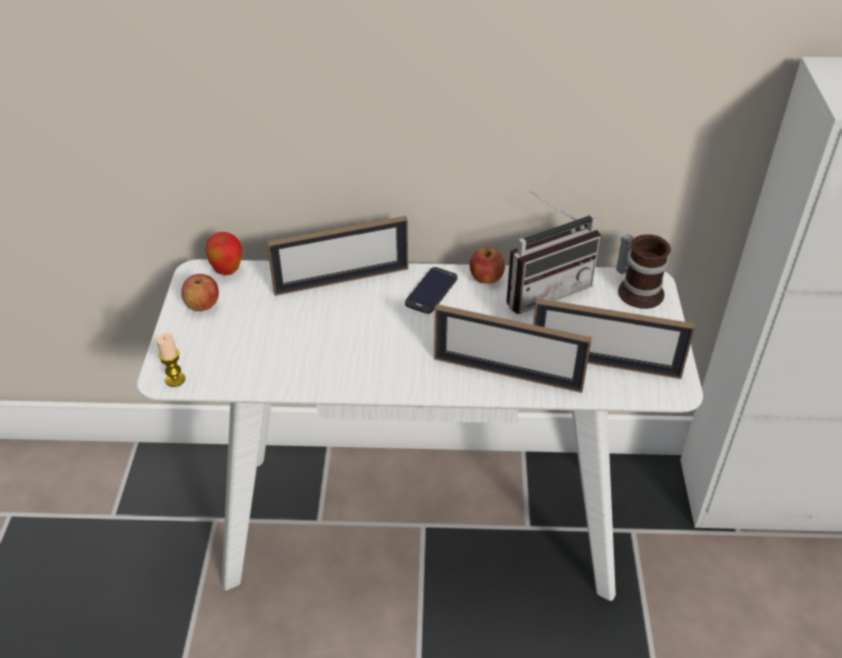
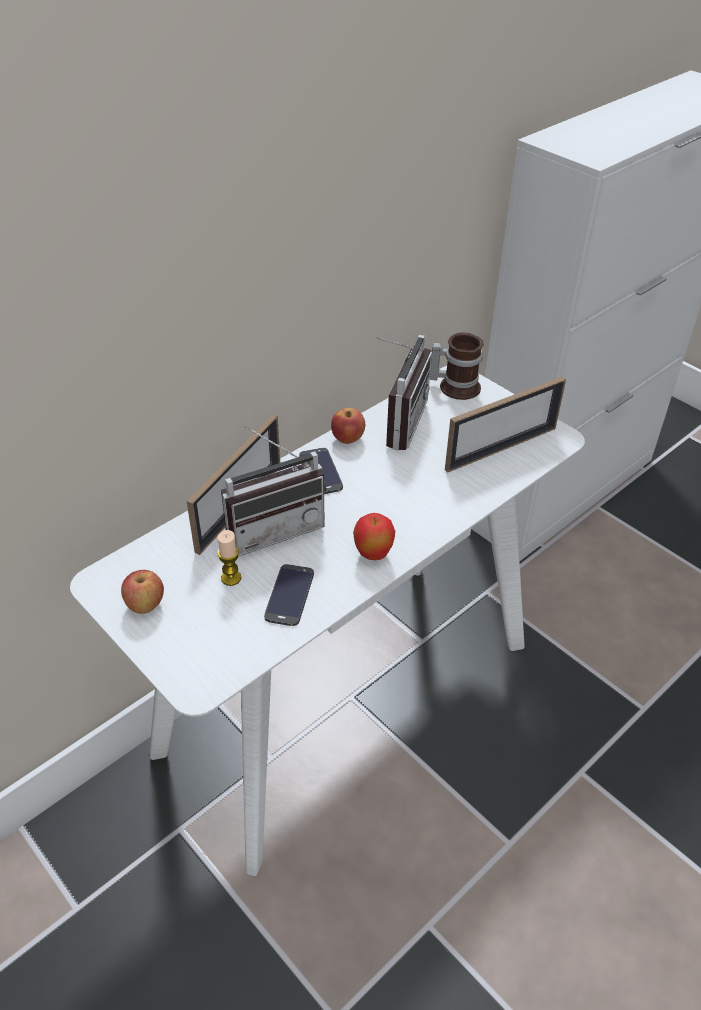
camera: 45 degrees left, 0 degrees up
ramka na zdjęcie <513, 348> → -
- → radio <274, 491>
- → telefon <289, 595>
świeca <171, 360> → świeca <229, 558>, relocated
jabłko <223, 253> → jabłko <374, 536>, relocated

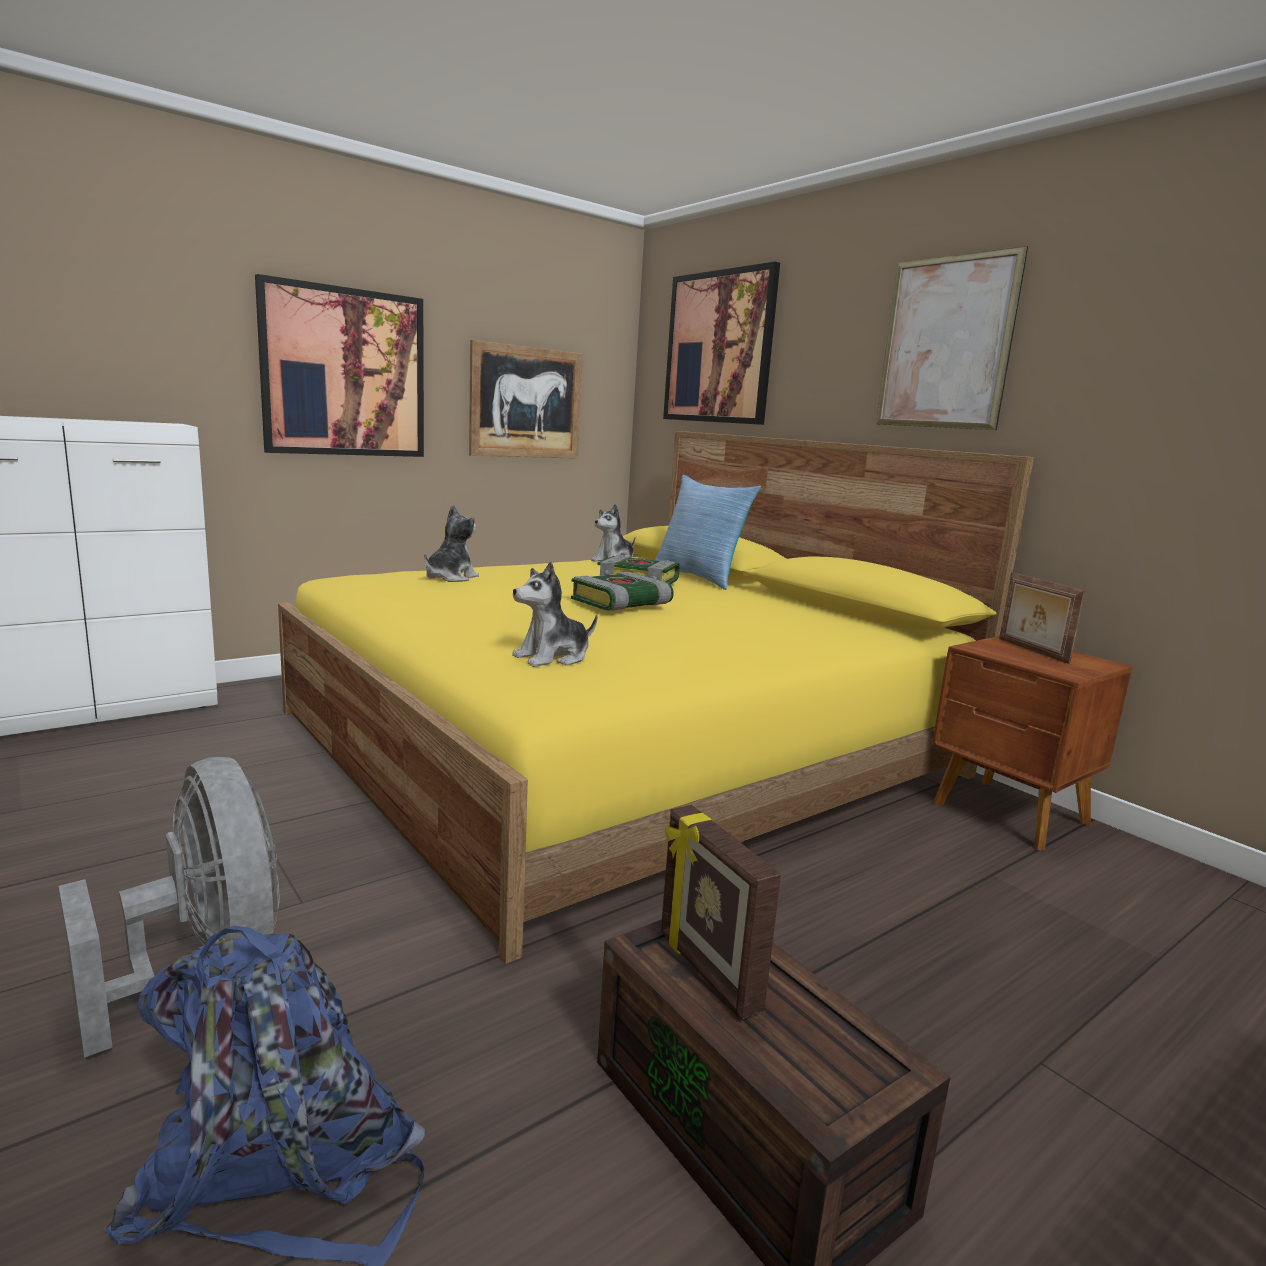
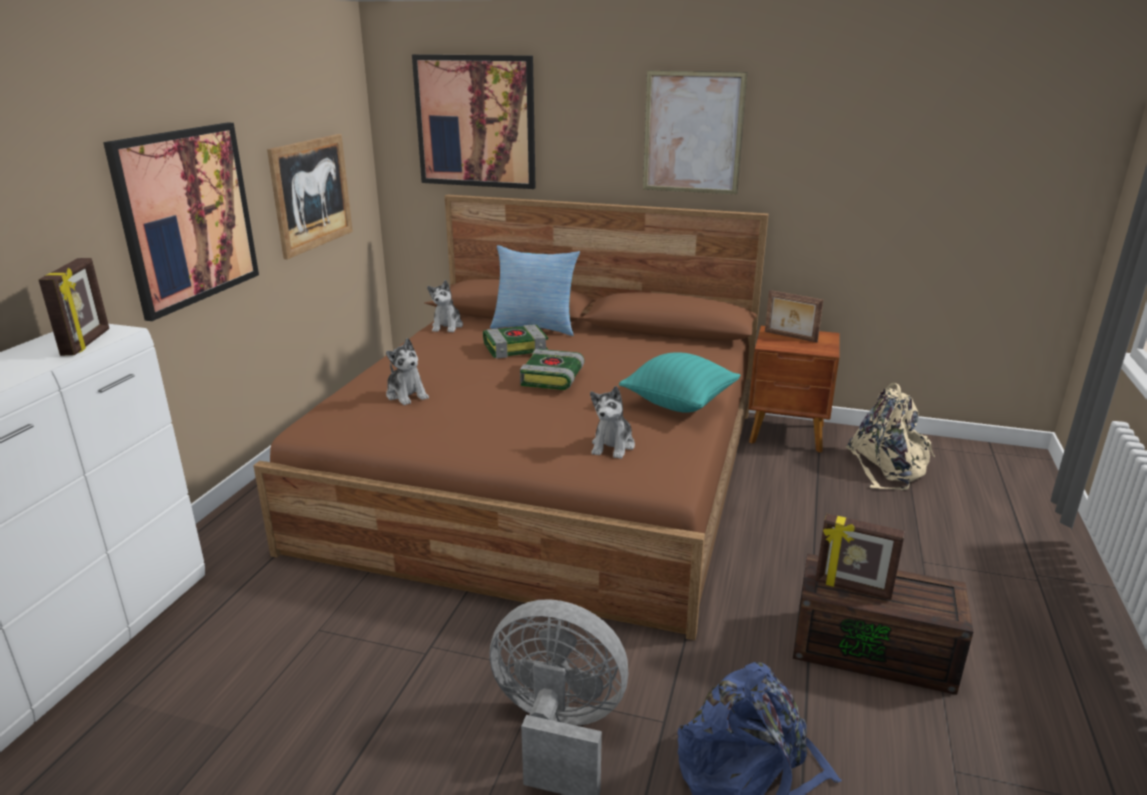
camera: 35 degrees left, 10 degrees up
- → ramka na zdjęcie <74, 307>
- → poduszka [turkusowy] <680, 382>
- → plecak [beżowy] <890, 436>
łóżko [żółty] <656, 697> → łóżko [brązowy] <510, 417>
pluszak <451, 543> → pluszak <407, 371>, 150 degrees clockwise

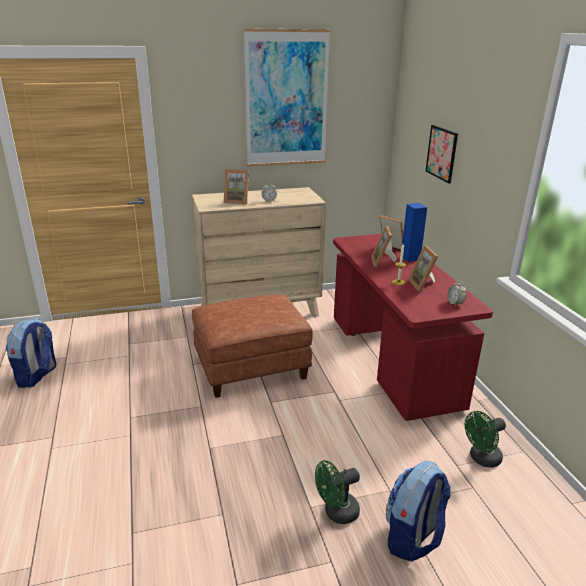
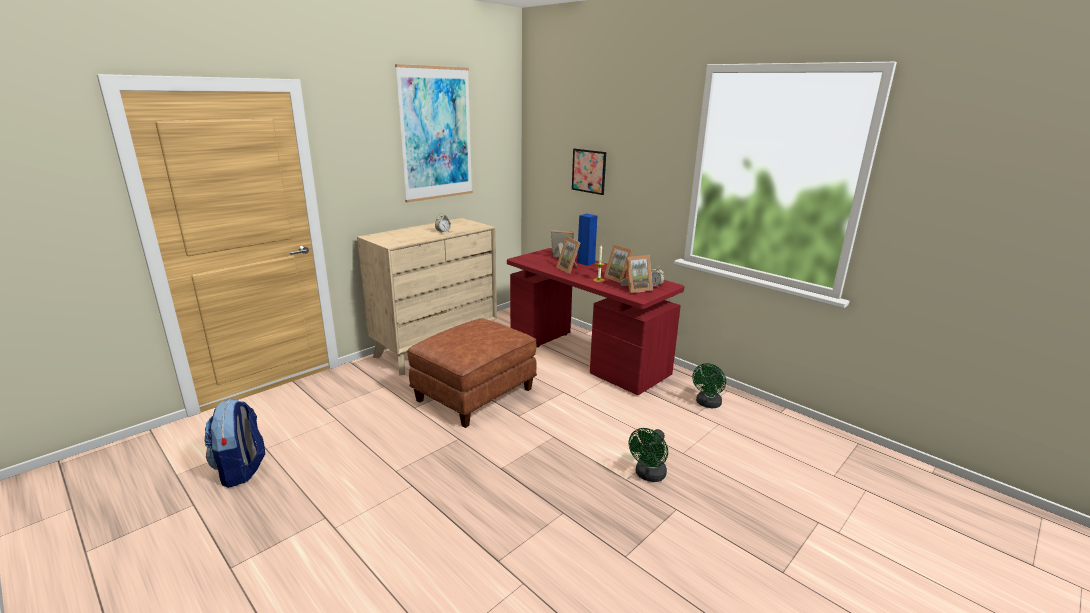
camera: 30 degrees left, 5 degrees down
plecak <418, 510> → -
ramka na zdjęcie <236, 186> → ramka na zdjęcie <636, 274>, relocated

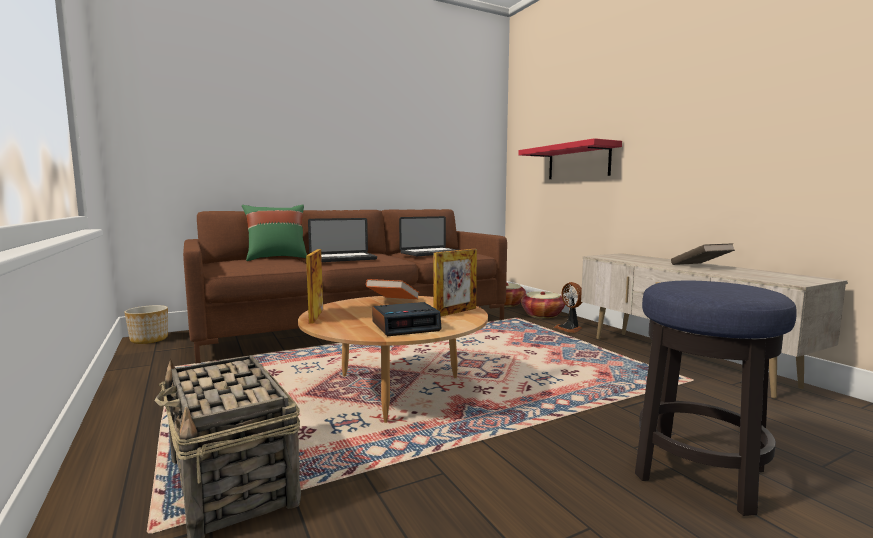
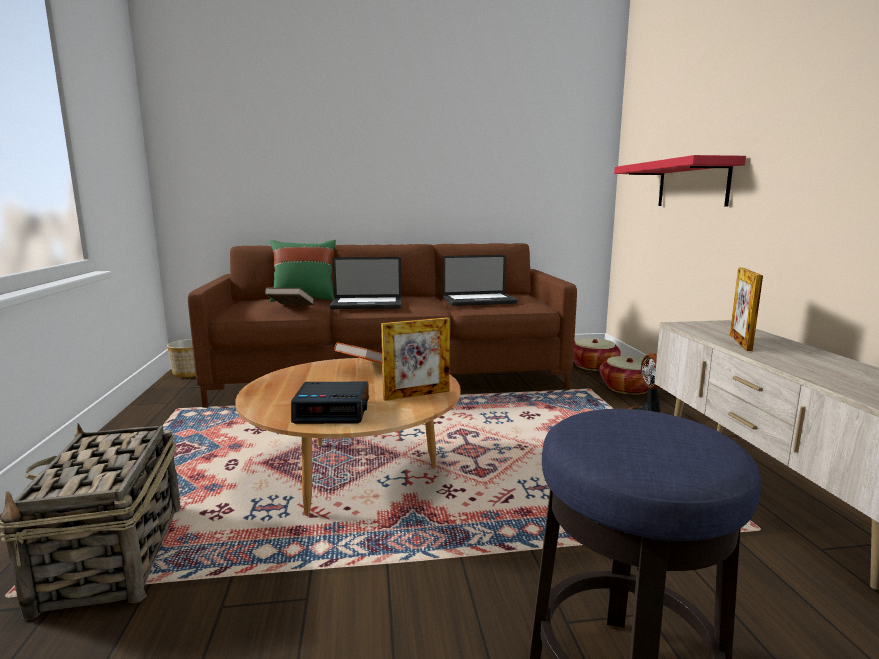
camera: 20 degrees right, 5 degrees up
ramka na zdjęcie <314, 286> → ramka na zdjęcie <746, 309>, relocated
książka [brązowy] <703, 254> → książka [brązowy] <289, 296>, relocated

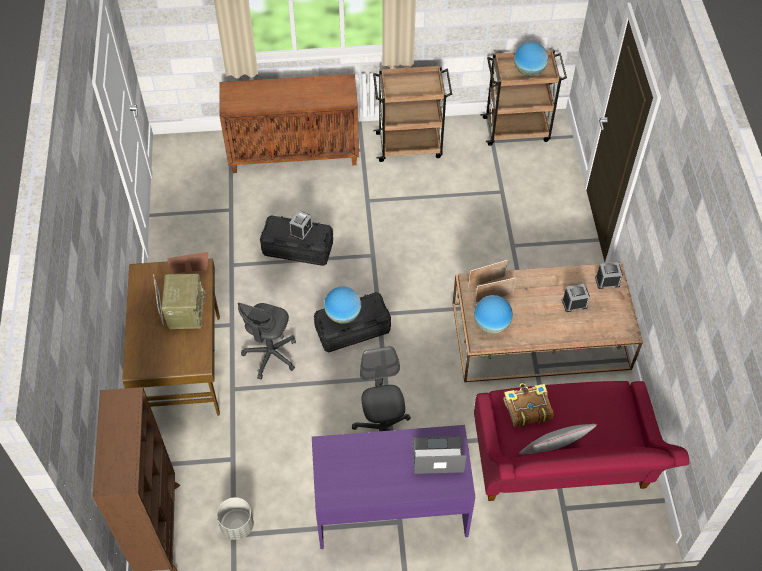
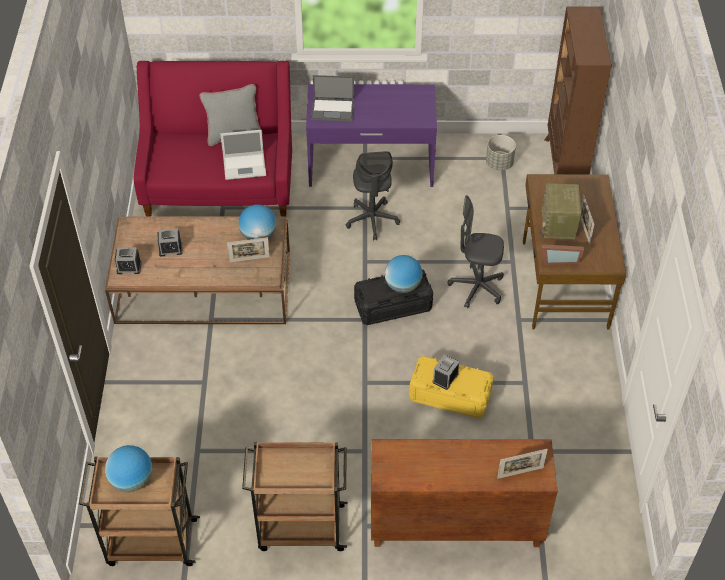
camera: 175 degrees left, 5 degrees down
ramka na zdjęcie <487, 273> → ramka na zdjęcie <523, 464>, relocated
książka <528, 405> → laptop <243, 155>
pojemnik do przechowywania [czarny] <296, 240> → pojemnik do przechowywania [żółty] <451, 387>
krzesło biurowe [szary] <267, 341> → krzesło biurowe [szary] <475, 251>, 105 degrees counterclockwise

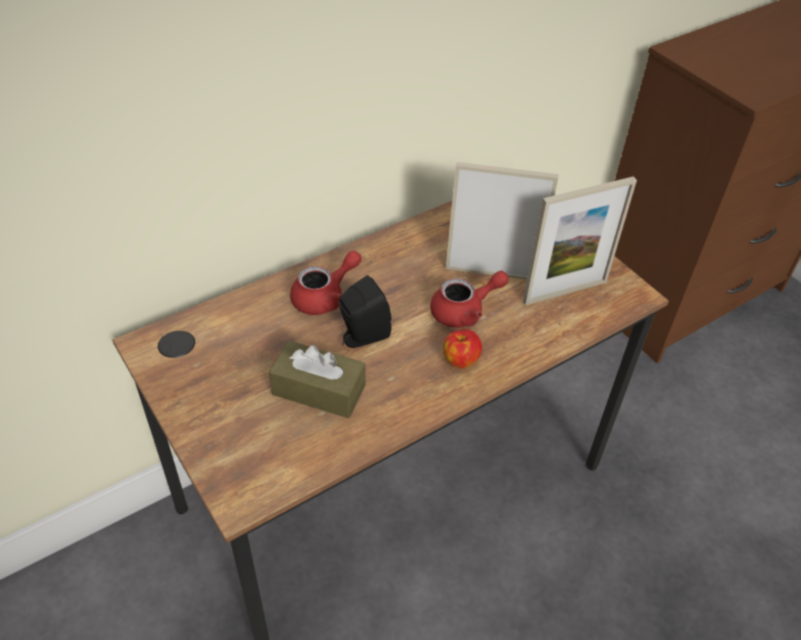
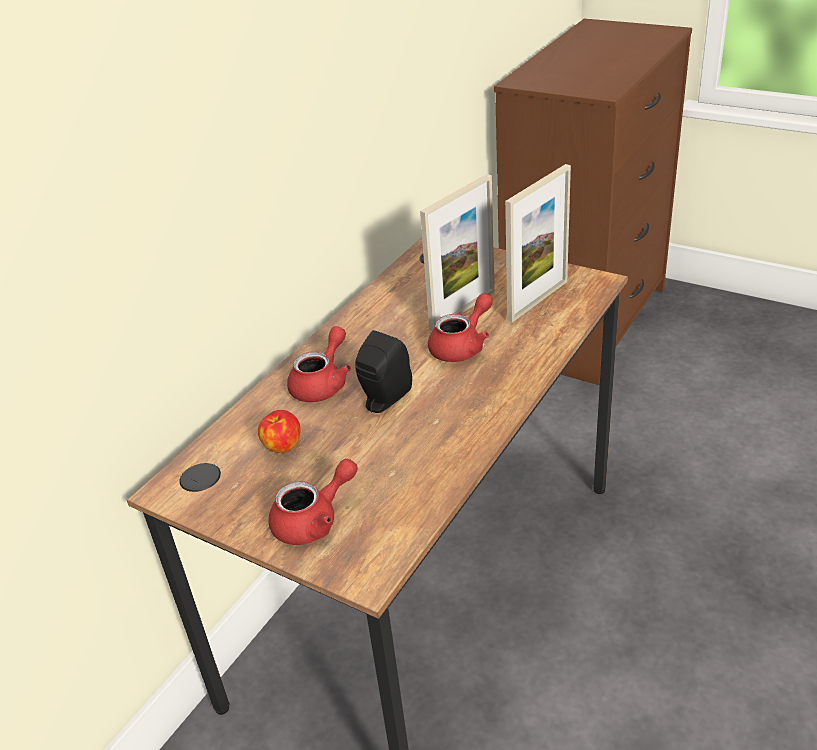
camera: 20 degrees left, 10 degrees down
pudełko chusteczek [brązowy] <317, 379> → -
- → imbryk [czerwony] <313, 502>
jabłko <462, 349> → jabłko <279, 431>, relocated
ramka na zdjęcie <502, 221> → ramka na zdjęcie <457, 252>, 150 degrees clockwise

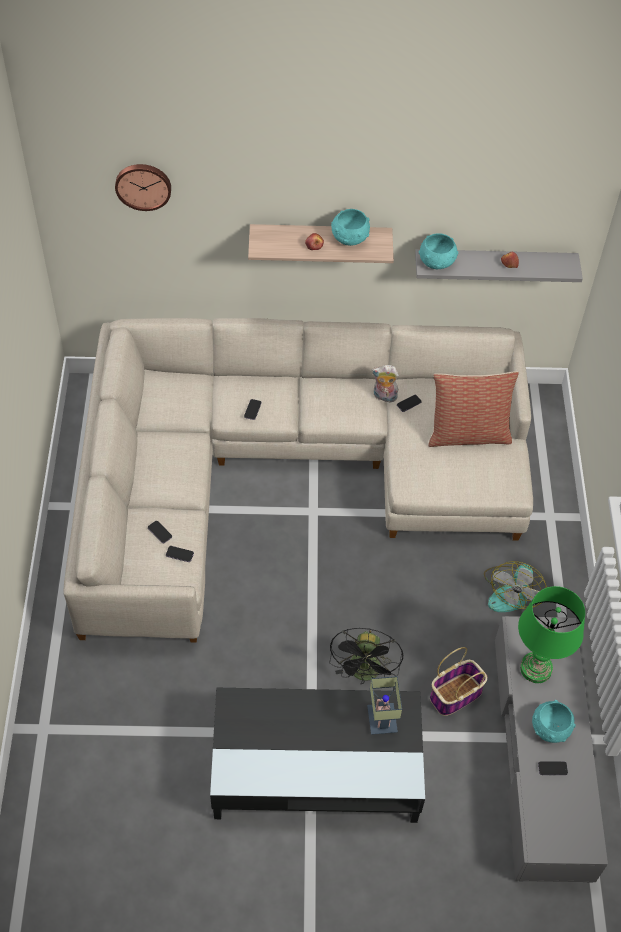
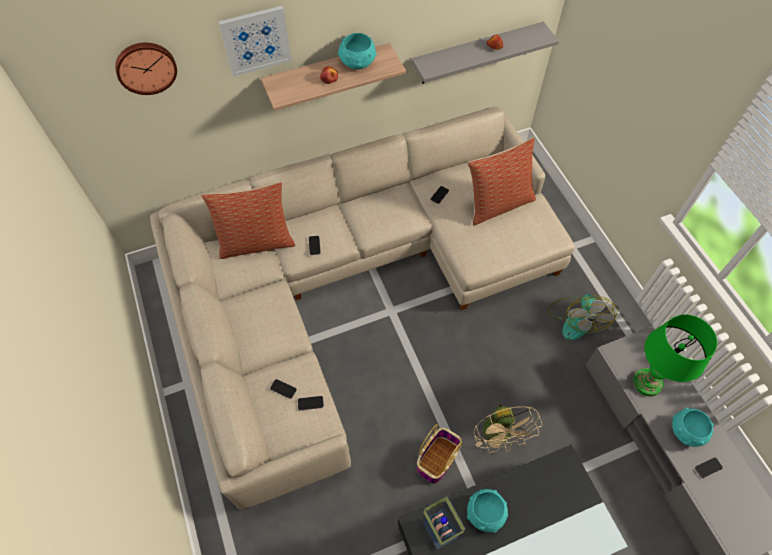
camera: 20 degrees left, 5 degrees up
pluszak <385, 384> → -
- → poduszka <248, 220>
- → obraz <255, 41>
lampa stołowa <384, 705> → lampa stołowa <444, 523>, relocated
miska [turkusowy] <438, 251> → miska [turkusowy] <487, 511>, relocated
koszyk <459, 681> → koszyk <439, 454>, relocated
wentylator [czarny] <366, 656> → wentylator [beżowy] <507, 428>

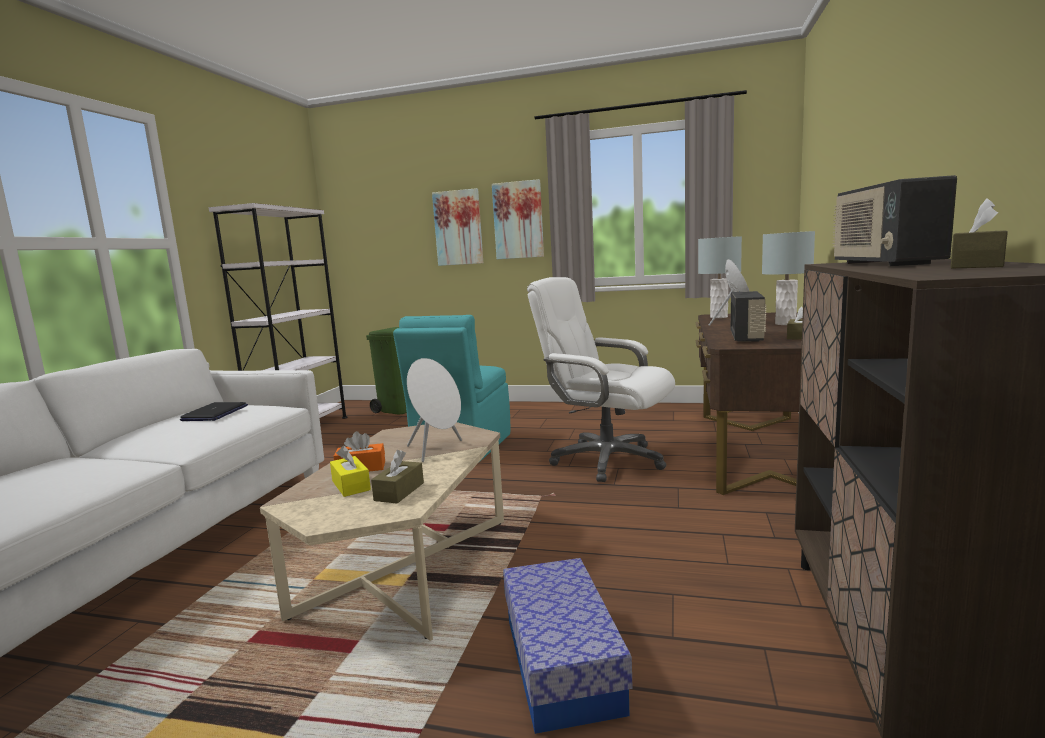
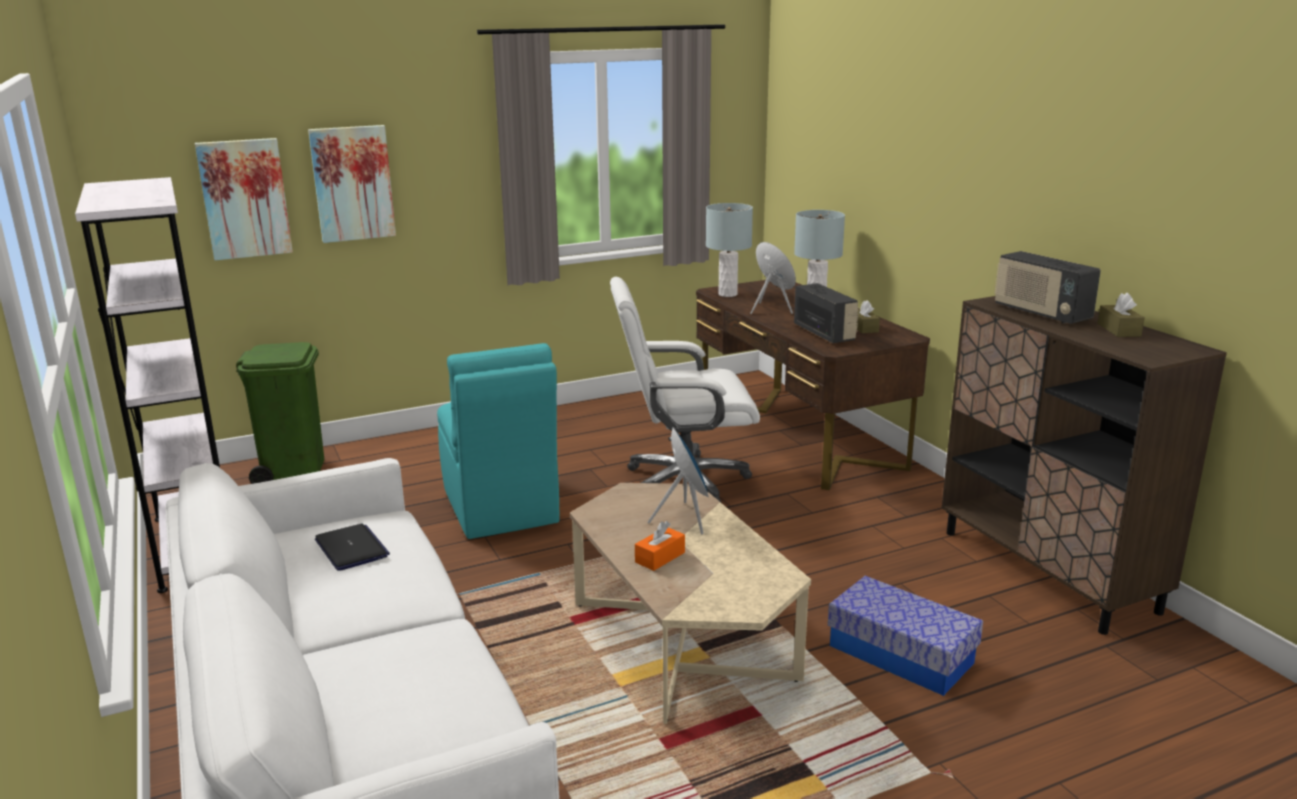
camera: 40 degrees left, 10 degrees up
pudełko chusteczek [żółty] <350, 471> → -
pudełko chusteczek [brązowy] <397, 477> → -
obraz <518, 219> → obraz <244, 199>, relocated
głośnik [biały] <434, 410> → głośnik [niebieski] <678, 481>

